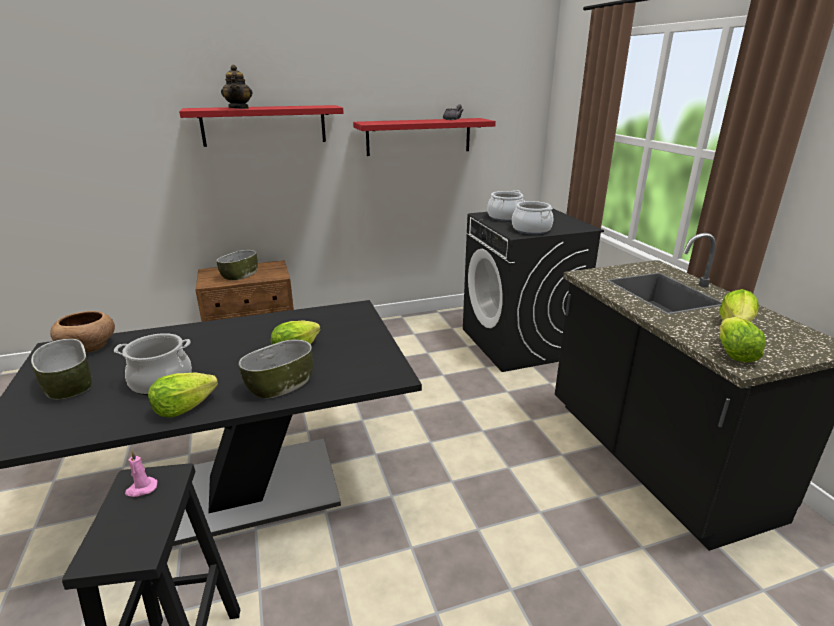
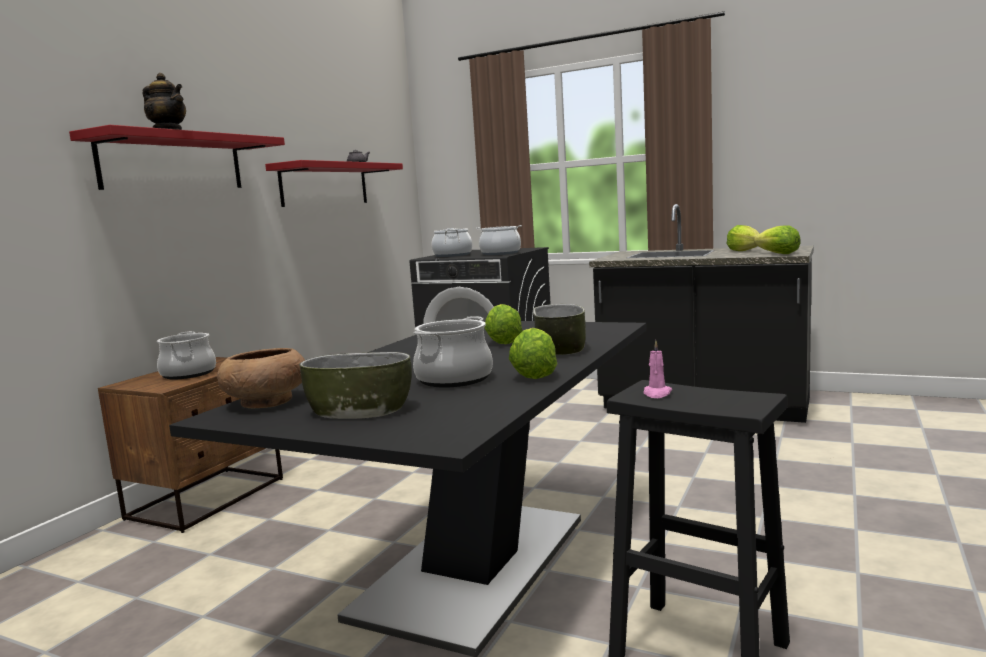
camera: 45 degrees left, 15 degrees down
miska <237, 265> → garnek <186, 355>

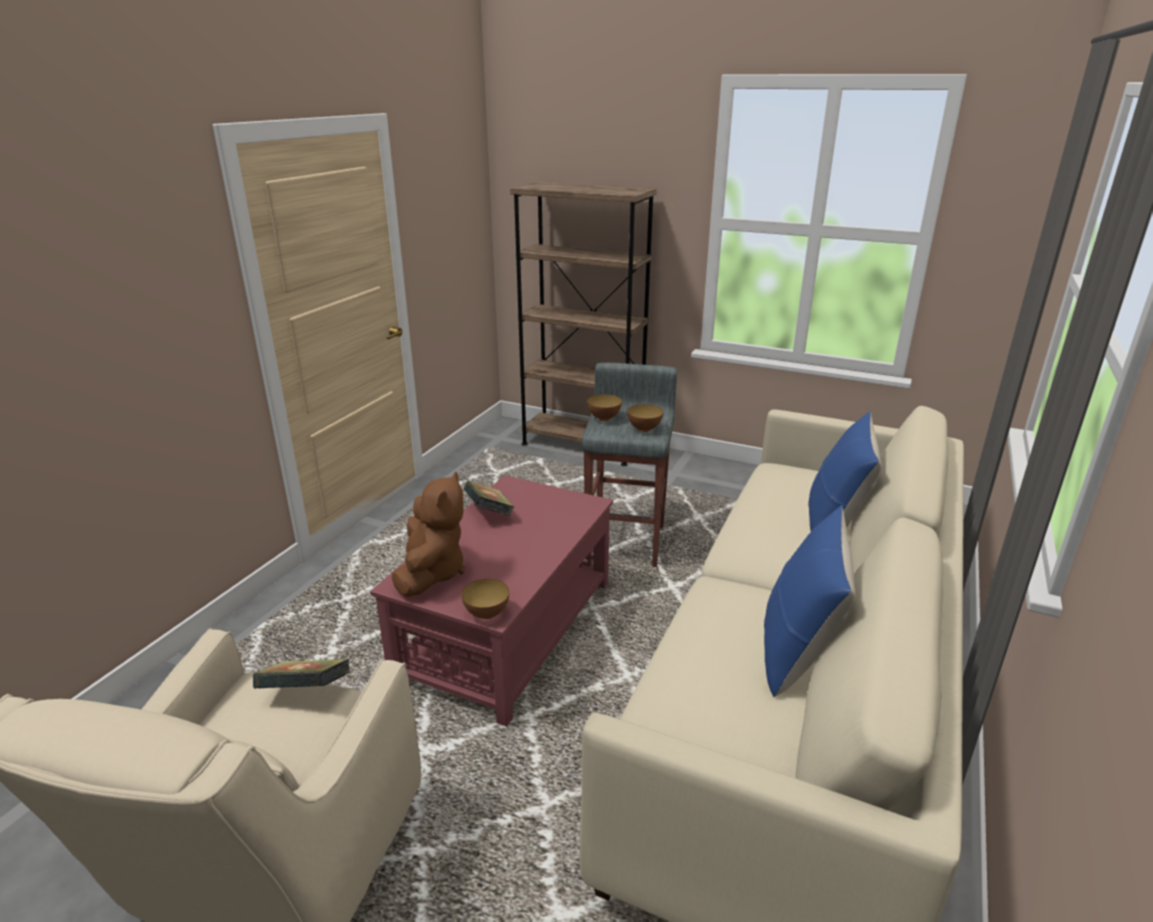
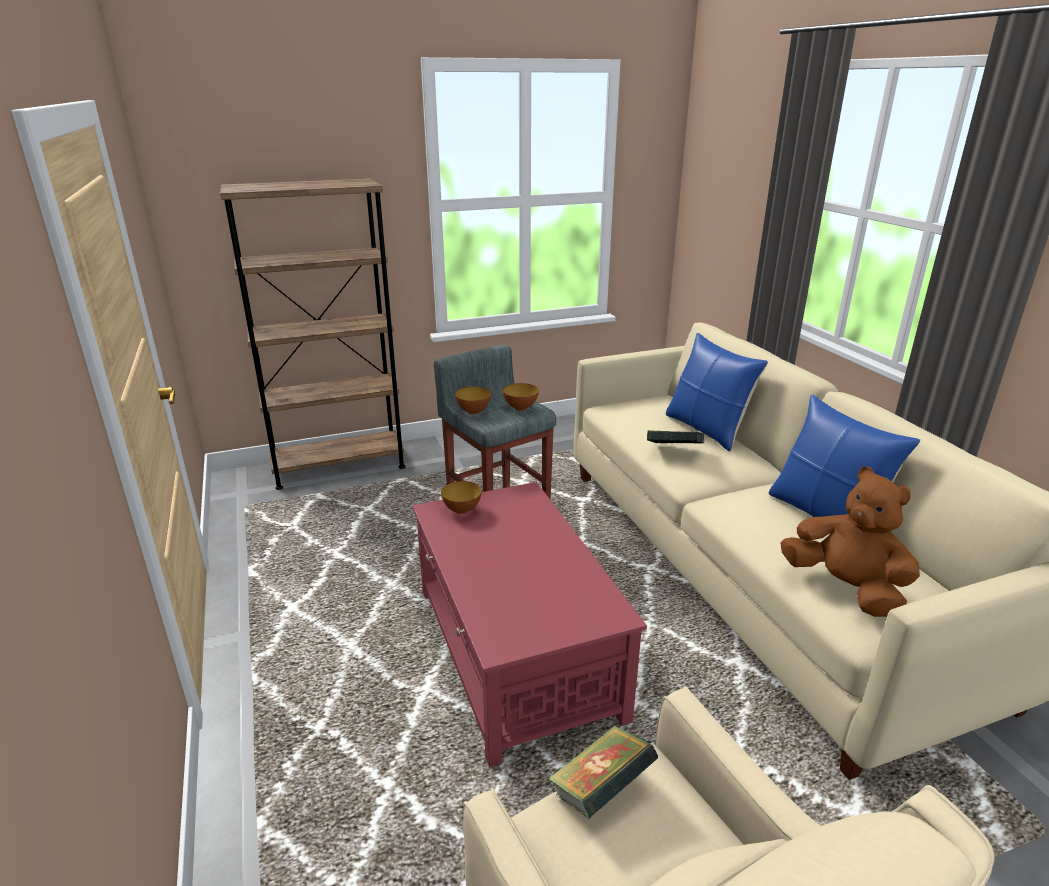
camera: 45 degrees left, 0 degrees up
pluszak [brązowy] <428, 534> → pluszak [brązowy] <850, 542>, relocated
miska <485, 599> → miska <461, 497>, relocated
książka <489, 498> → książka <675, 437>, relocated

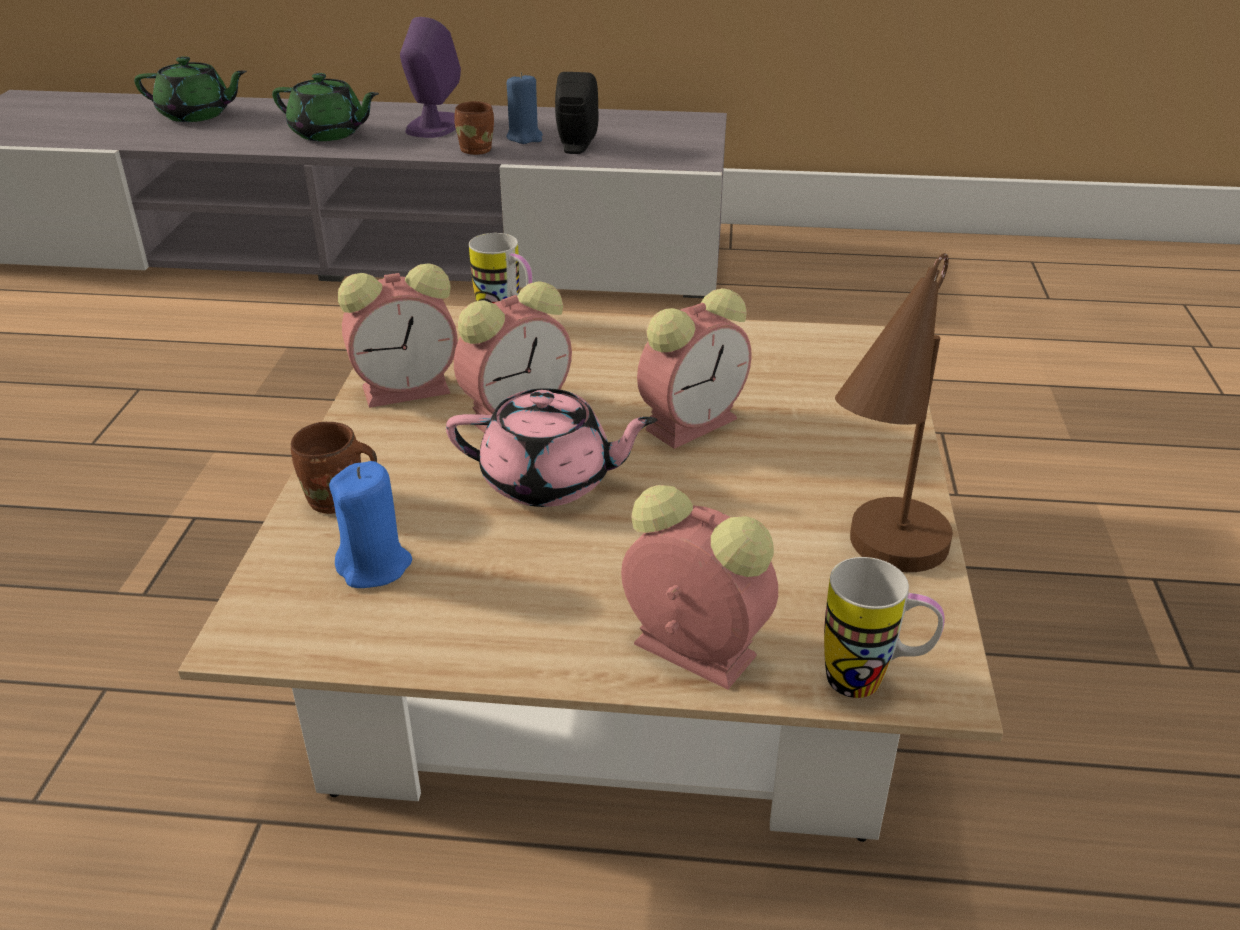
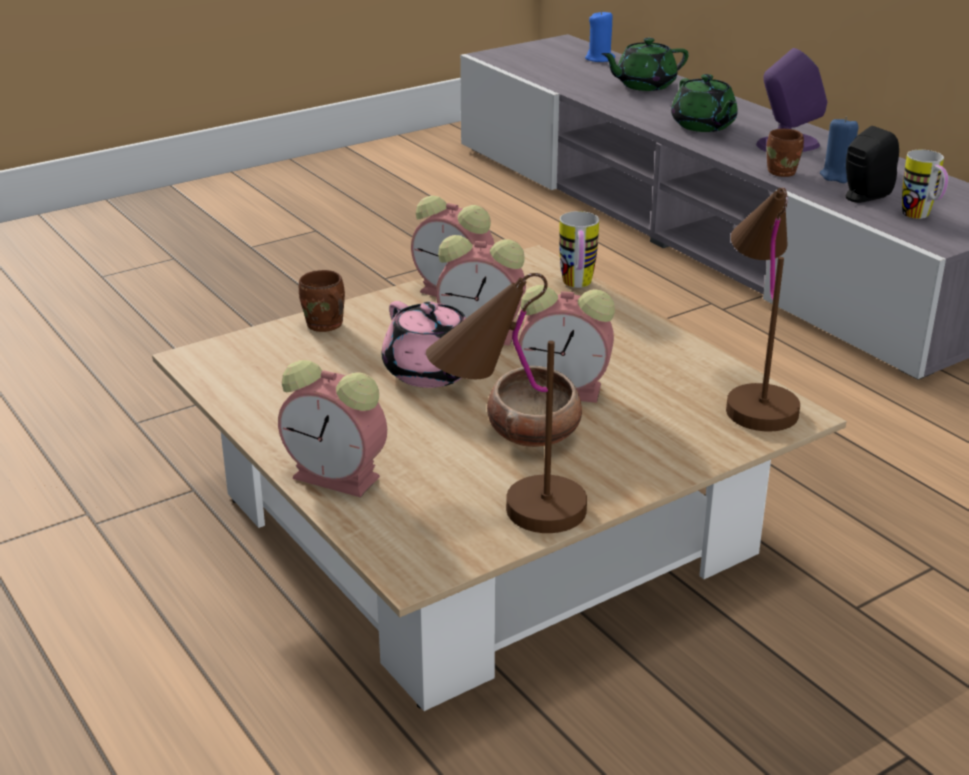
camera: 50 degrees right, 5 degrees down
- → miska <534, 406>
- → lampa stołowa [brązowy] <763, 309>
świeca [niebieski] <370, 524> → świeca [niebieski] <600, 36>, relocated
kubek <884, 627> → kubek <925, 184>, relocated
imbryk [zielony] <190, 89> → imbryk [zielony] <645, 64>, 105 degrees clockwise
budzik <699, 587> → budzik <332, 428>, 120 degrees clockwise

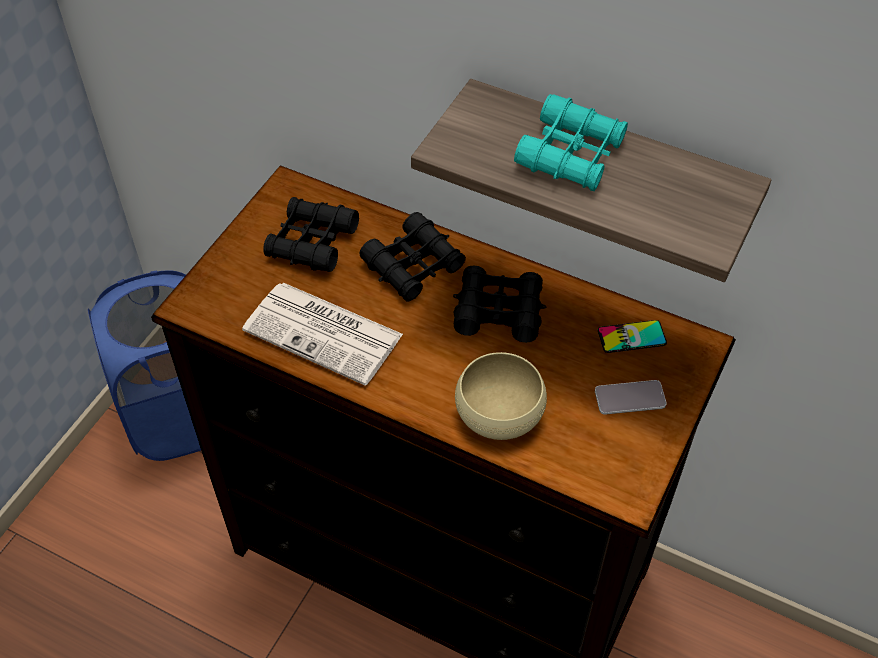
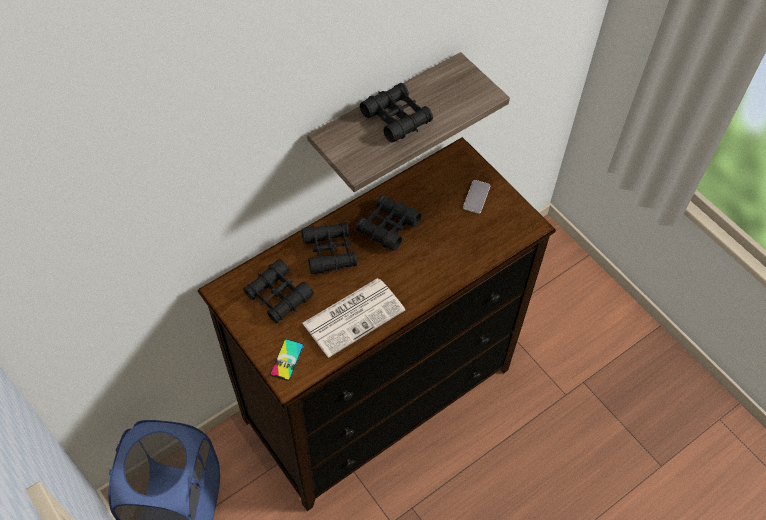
camera: 65 degrees left, 5 degrees up
miska [beżowy] <501, 396> → -
telefon <632, 336> → telefon <287, 360>, relocated
lornetka [turkusowy] <571, 142> → lornetka [czarny] <396, 112>

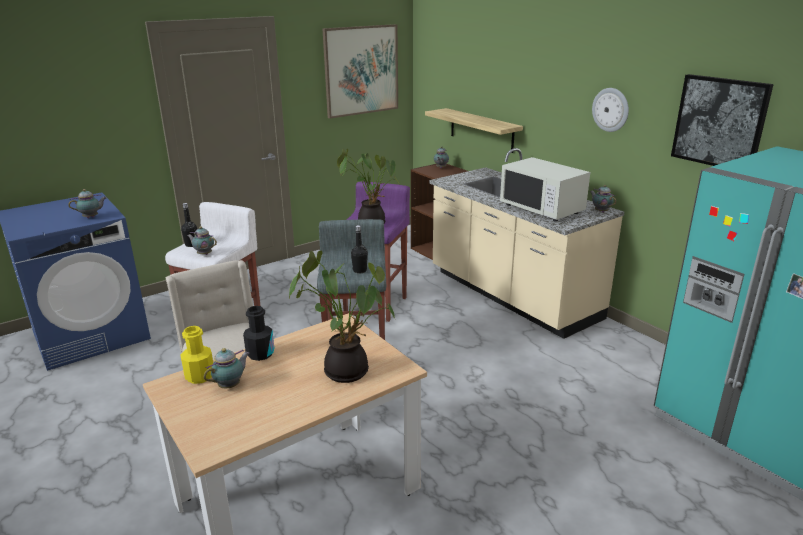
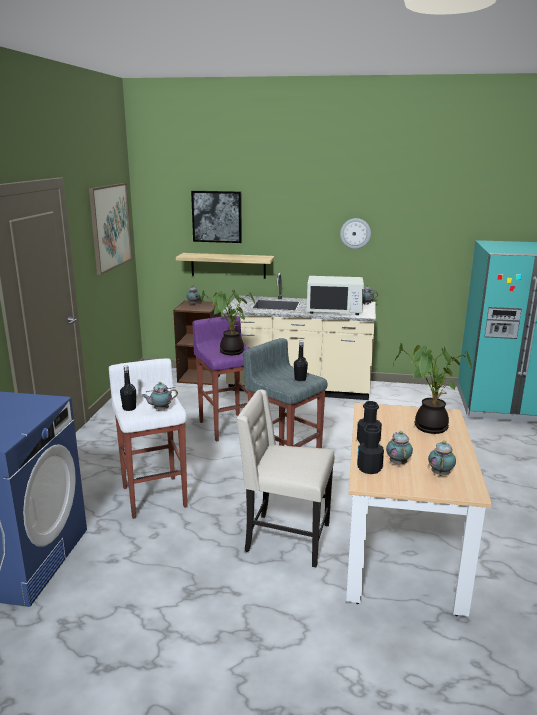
camera: 45 degrees left, 5 degrees down
imbryk <87, 203> → imbryk <442, 458>, relocated
obraz <722, 120> → obraz <216, 217>, relocated
butelka [żółty] <196, 355> → butelka [czarny] <370, 449>

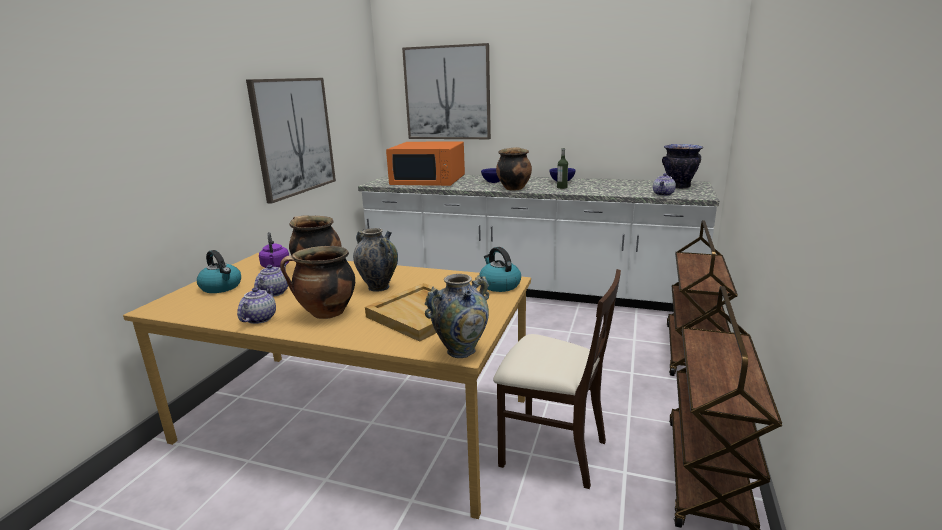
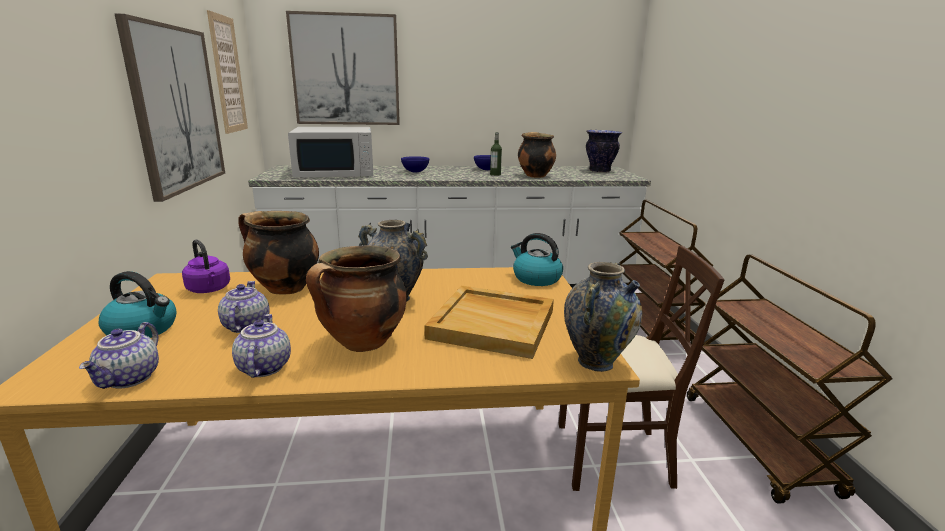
camera: 25 degrees left, 0 degrees up
- → obraz <227, 72>
garnek <514, 169> → garnek <537, 155>, relocated
imbryk <664, 184> → imbryk <119, 355>, relocated
mikrofalówka [pomarańczowy] <425, 163> → mikrofalówka [biały] <330, 152>

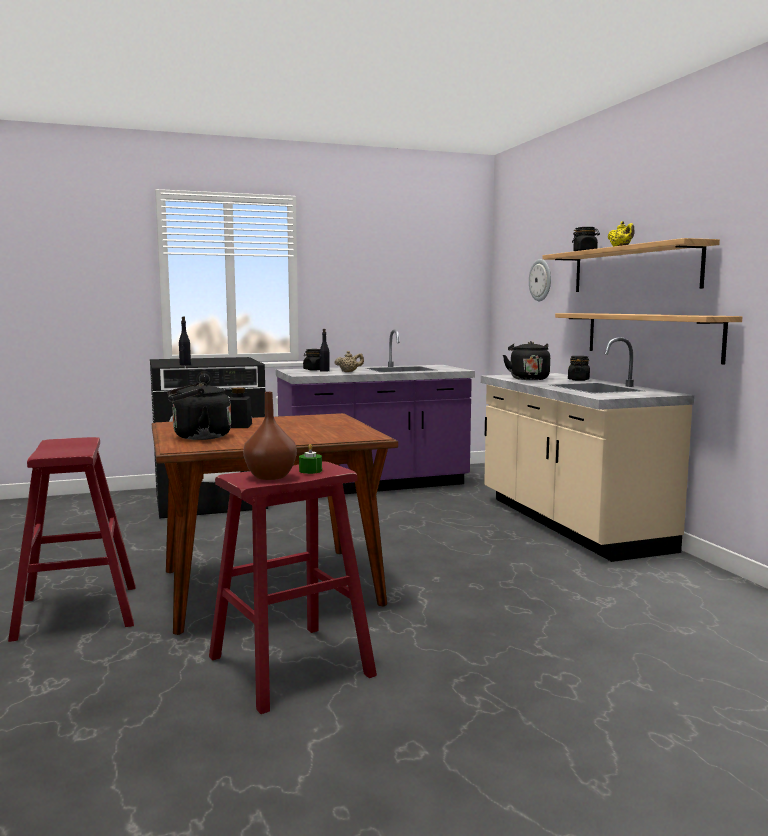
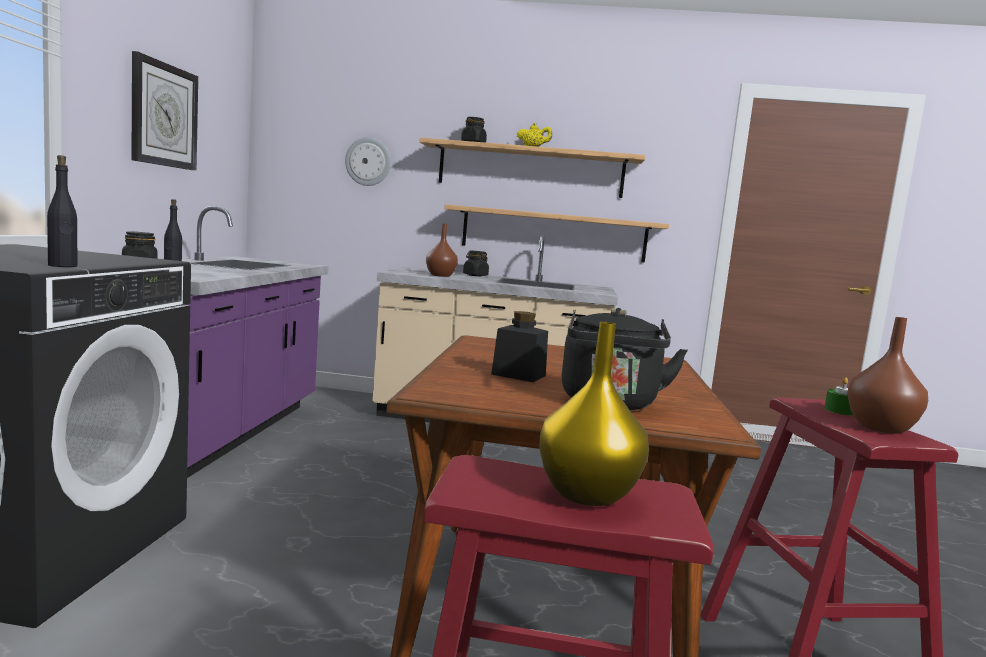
camera: 65 degrees left, 0 degrees up
imbryk [beżowy] <349, 361> → -
- → zegar ścienny <164, 111>
- → wazon [żółty] <594, 414>
czajnik [czarny] <526, 360> → wazon [brązowy] <442, 250>

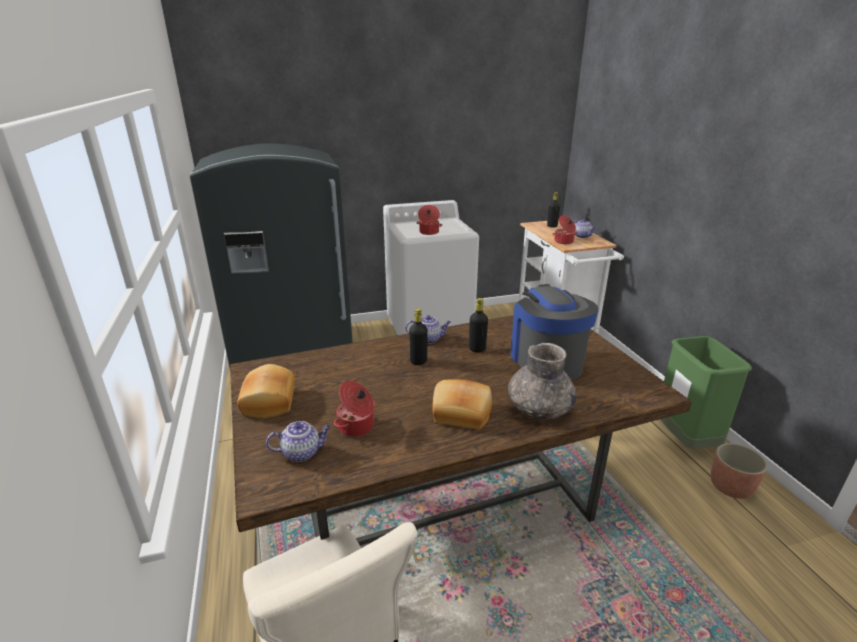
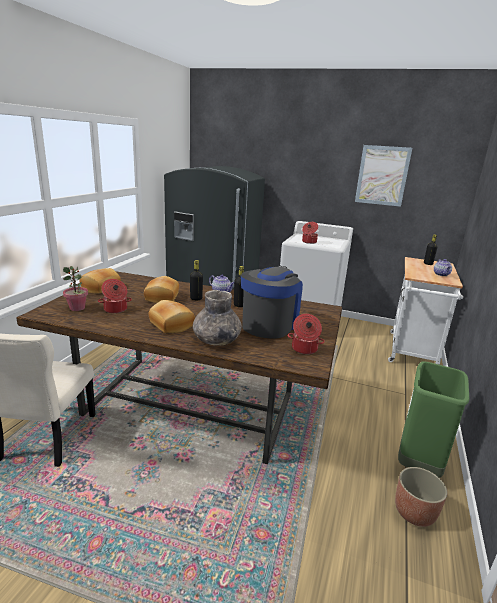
camera: 35 degrees right, 5 degrees down
- → chleb <161, 289>
- → obraz <383, 176>
garnek <565, 229> → garnek <306, 334>, relocated
imbryk <298, 441> → roślina doniczkowa <75, 288>

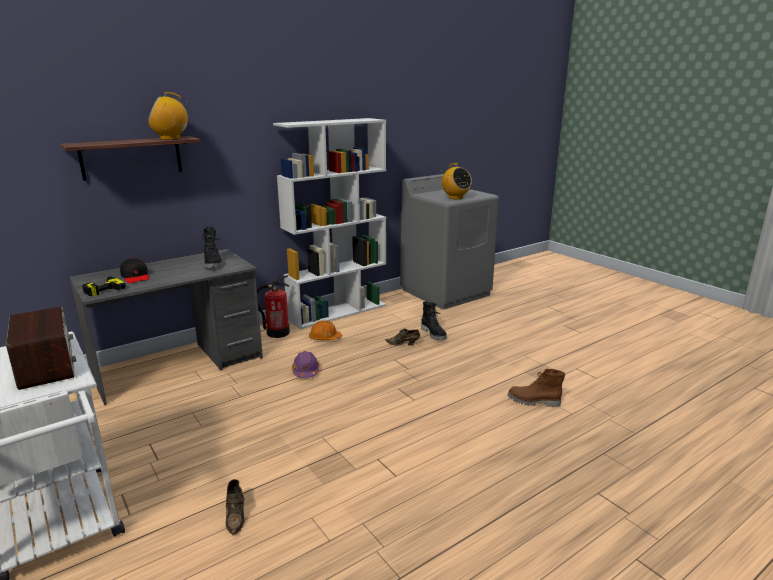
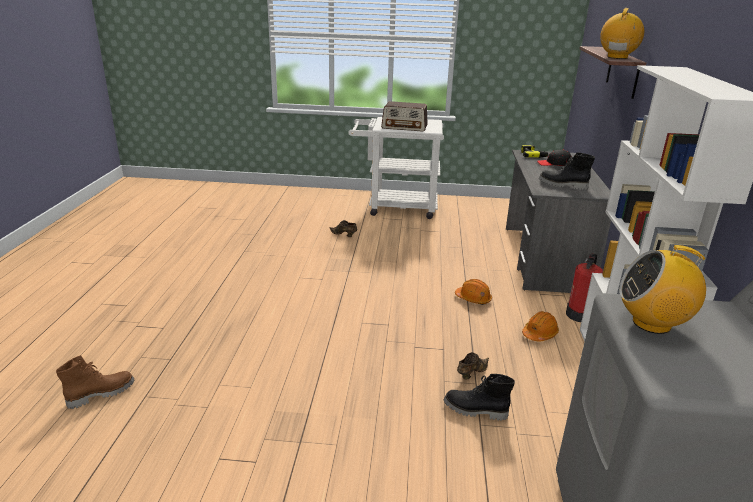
camera: 130 degrees right, 5 degrees up
but z cholewką [brązowy] <536, 388> → but z cholewką [brązowy] <95, 382>, relocated
kask [fioletowy] <305, 364> → kask [pomarańczowy] <473, 292>

